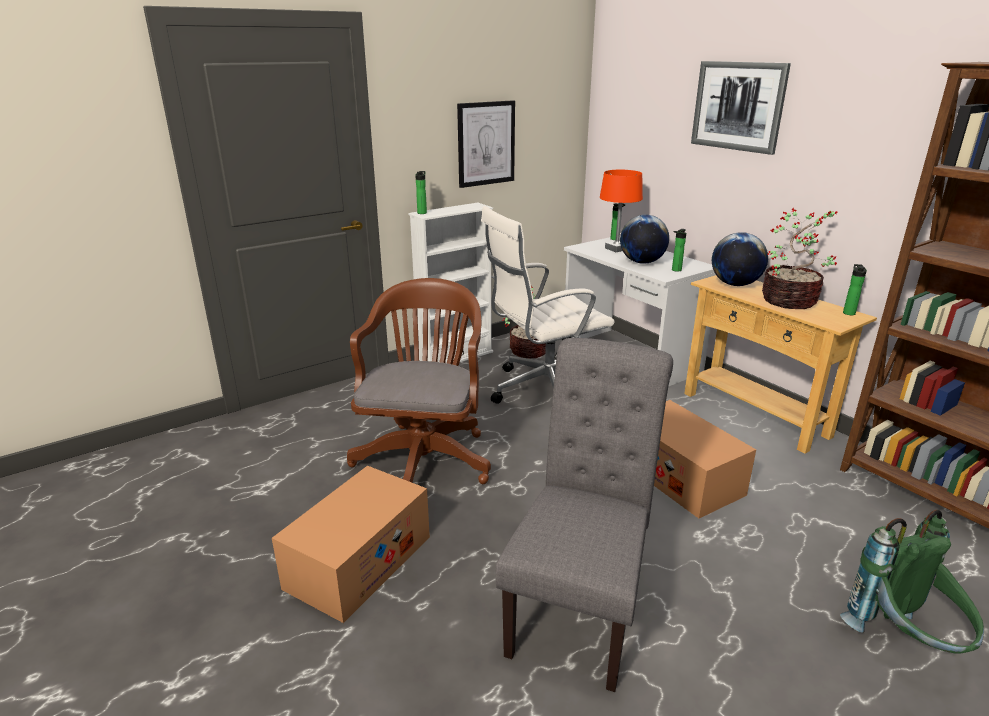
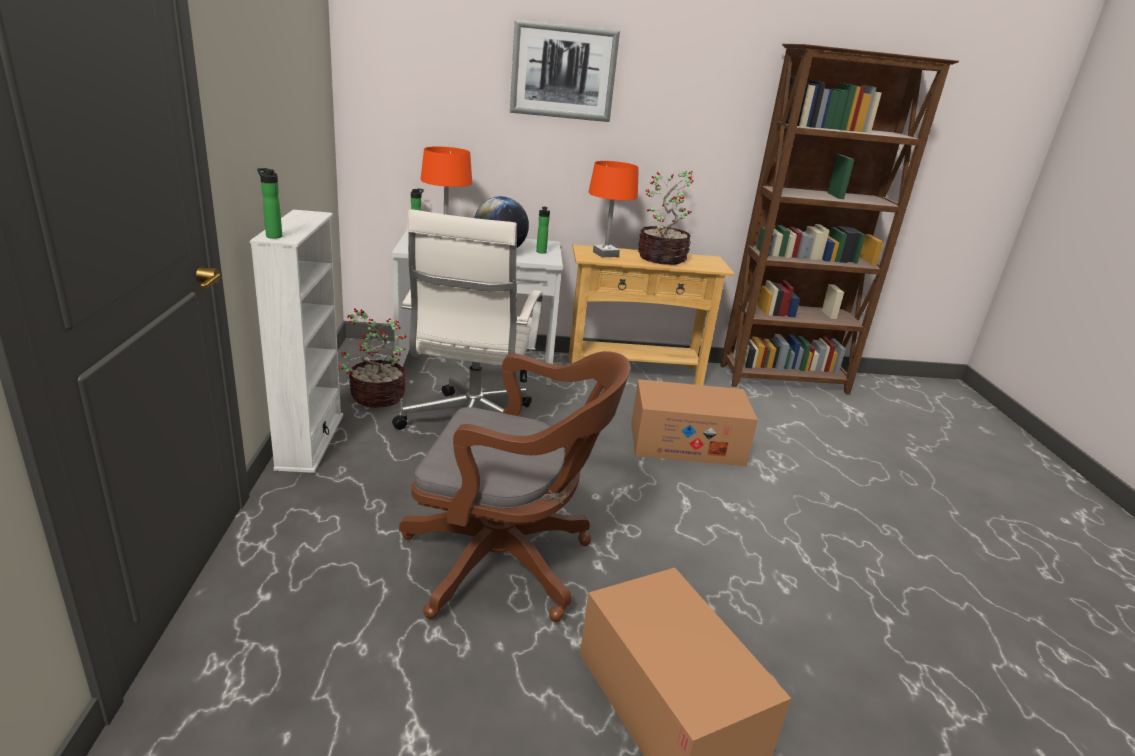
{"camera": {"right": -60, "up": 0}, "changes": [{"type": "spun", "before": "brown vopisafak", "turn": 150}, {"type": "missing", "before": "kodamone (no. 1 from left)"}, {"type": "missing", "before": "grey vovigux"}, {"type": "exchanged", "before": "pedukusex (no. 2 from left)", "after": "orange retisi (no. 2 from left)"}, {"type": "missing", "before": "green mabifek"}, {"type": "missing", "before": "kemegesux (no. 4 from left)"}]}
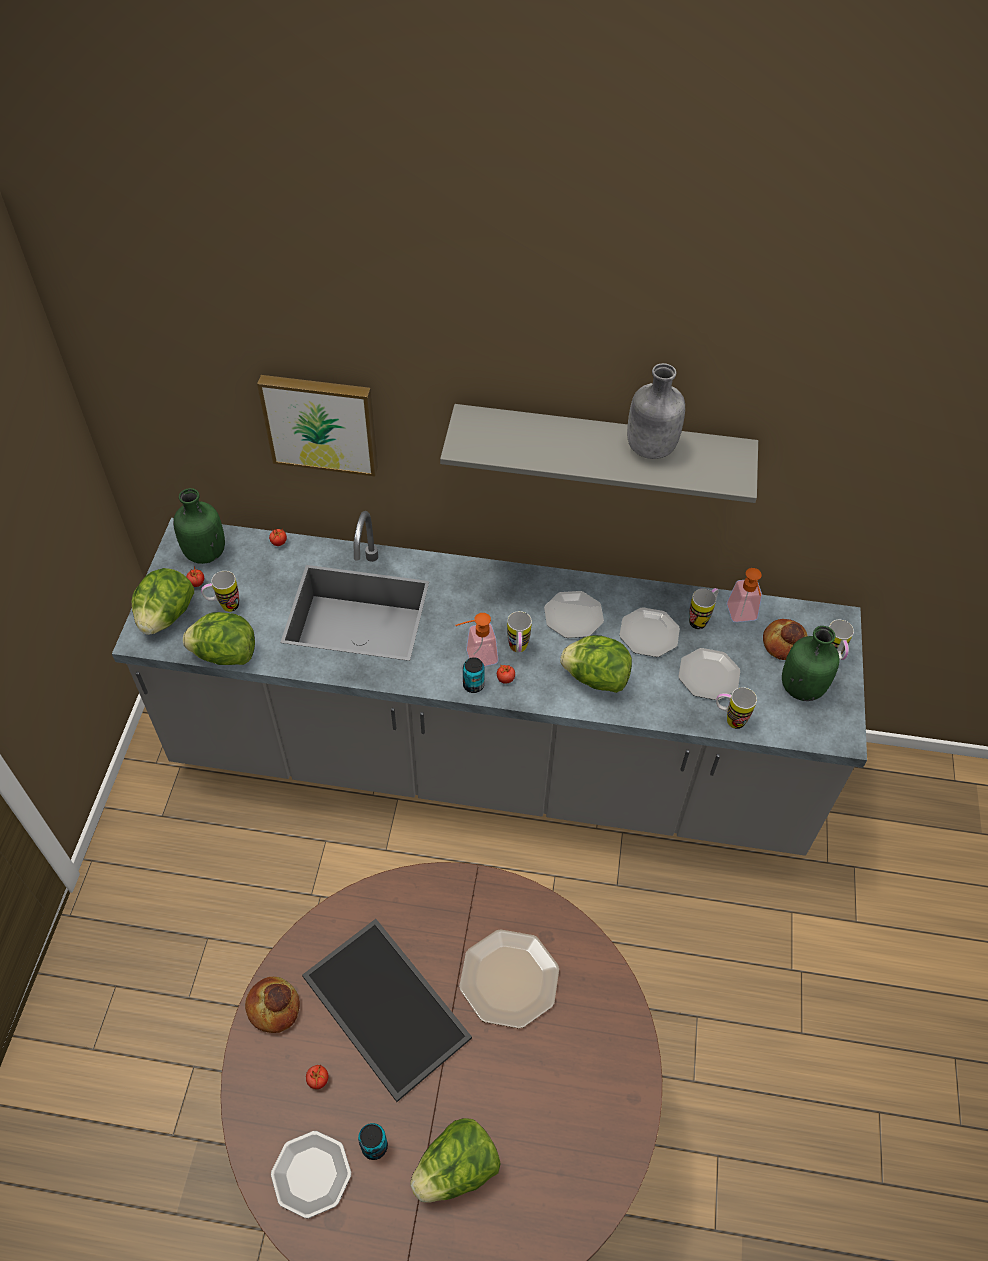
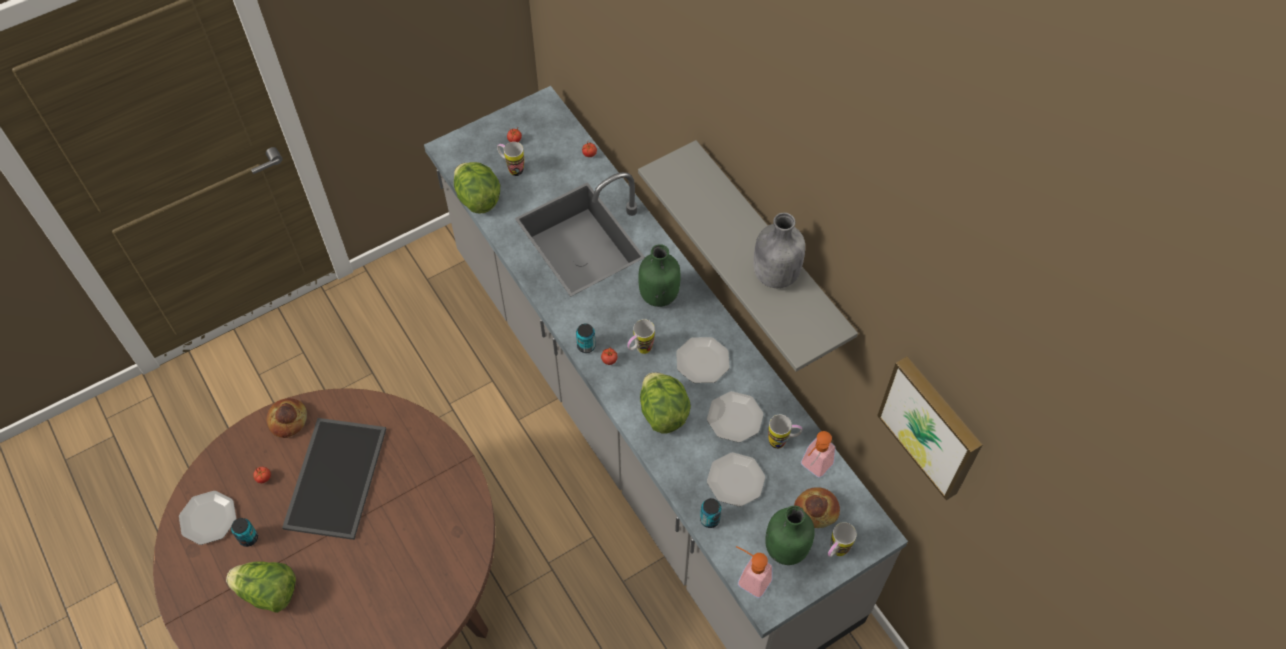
{"camera": {"right": 50, "up": 5}, "changes": [{"type": "missing", "before": "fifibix (no. 1 from left)"}, {"type": "relocated", "before": "green kemegesux (no. 1 from left)"}, {"type": "relocated", "before": "kodamone"}, {"type": "relocated", "before": "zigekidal (no. 1 from left)"}, {"type": "missing", "before": "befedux (no. 2 from left)"}, {"type": "exchanged", "before": "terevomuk (no. 4 from left)", "after": "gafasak (no. 3 from left)"}]}
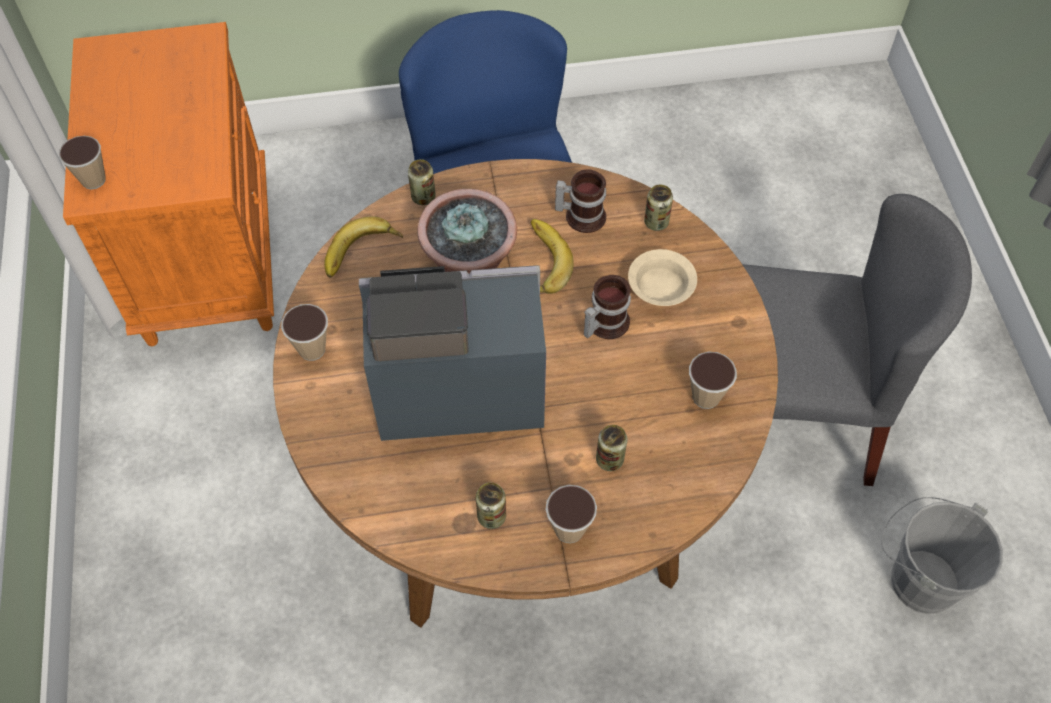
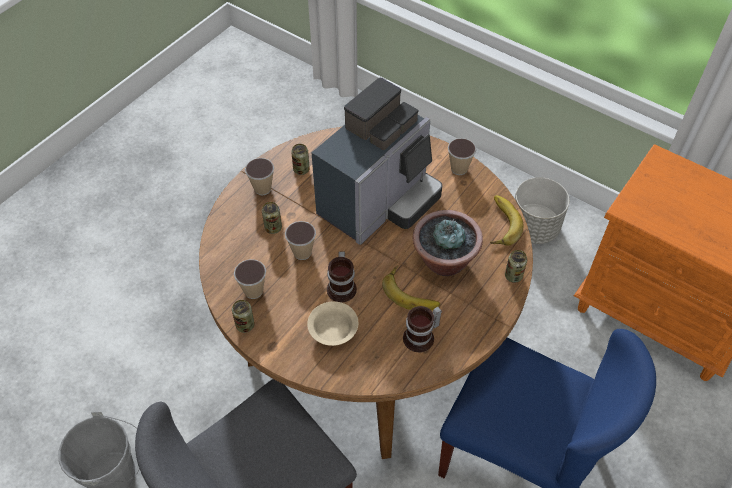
{"camera": {"right": 135, "up": -5}, "changes": [{"type": "relocated", "before": "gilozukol (no. 1 from left in the first image)", "after": "gilozukol (no. 3 from left)"}, {"type": "relocated", "before": "gafasak (no. 4 from left in the first image)", "after": "gafasak (no. 1 from left)"}, {"type": "appeared", "after": "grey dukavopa"}]}
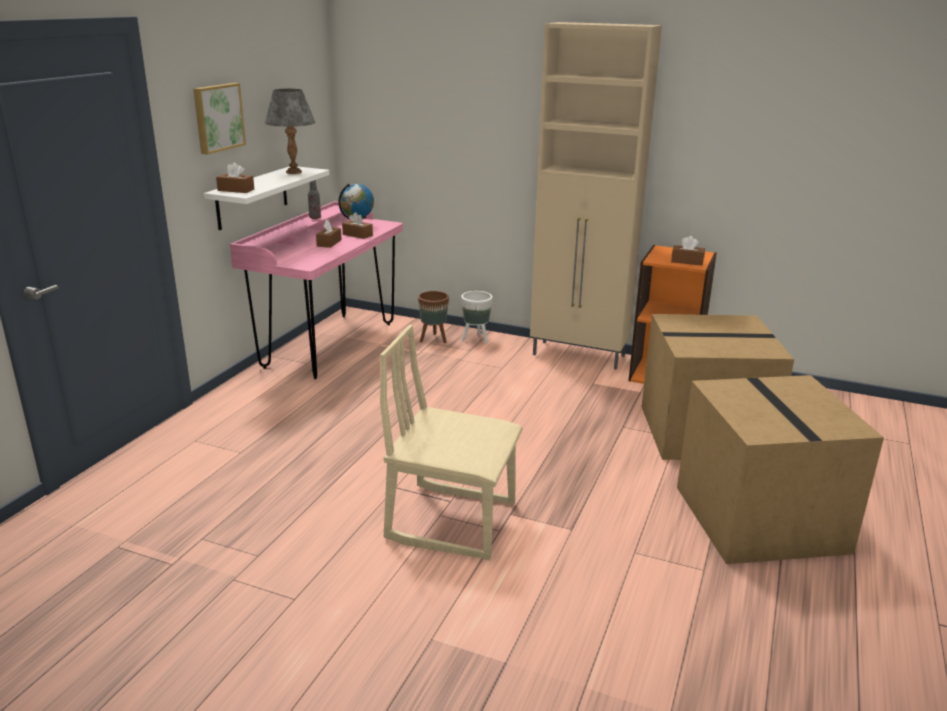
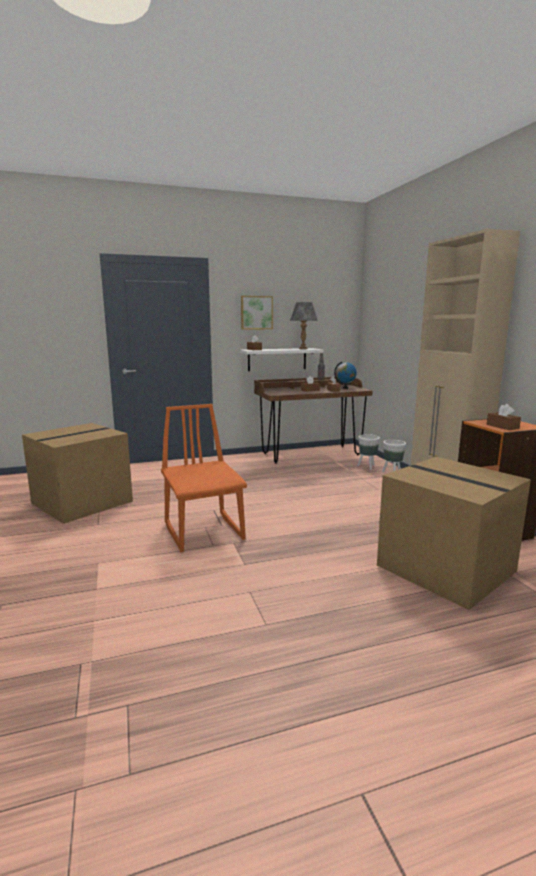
{"camera": {"right": 50, "up": -10}, "changes": [{"type": "colour", "before": "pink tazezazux", "after": "brown tazezazux"}, {"type": "colour", "before": "beige vovigux", "after": "orange vovigux"}, {"type": "colour", "before": "brown dukavopa", "after": "white dukavopa (no. 1 from left)"}, {"type": "relocated", "before": "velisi (no. 2 from left in the first image)", "after": "velisi (no. 1 from left)"}]}
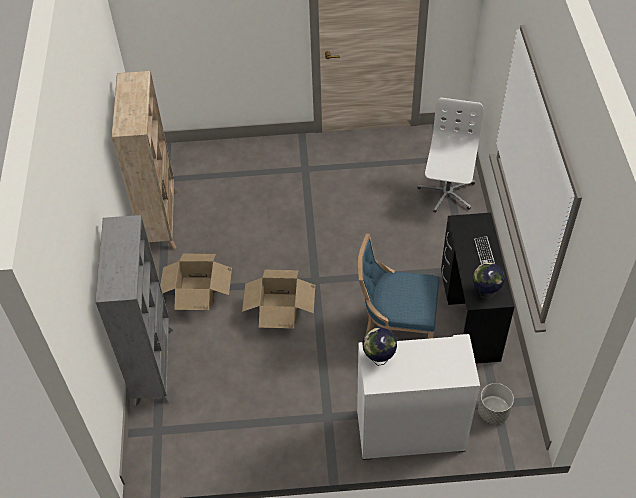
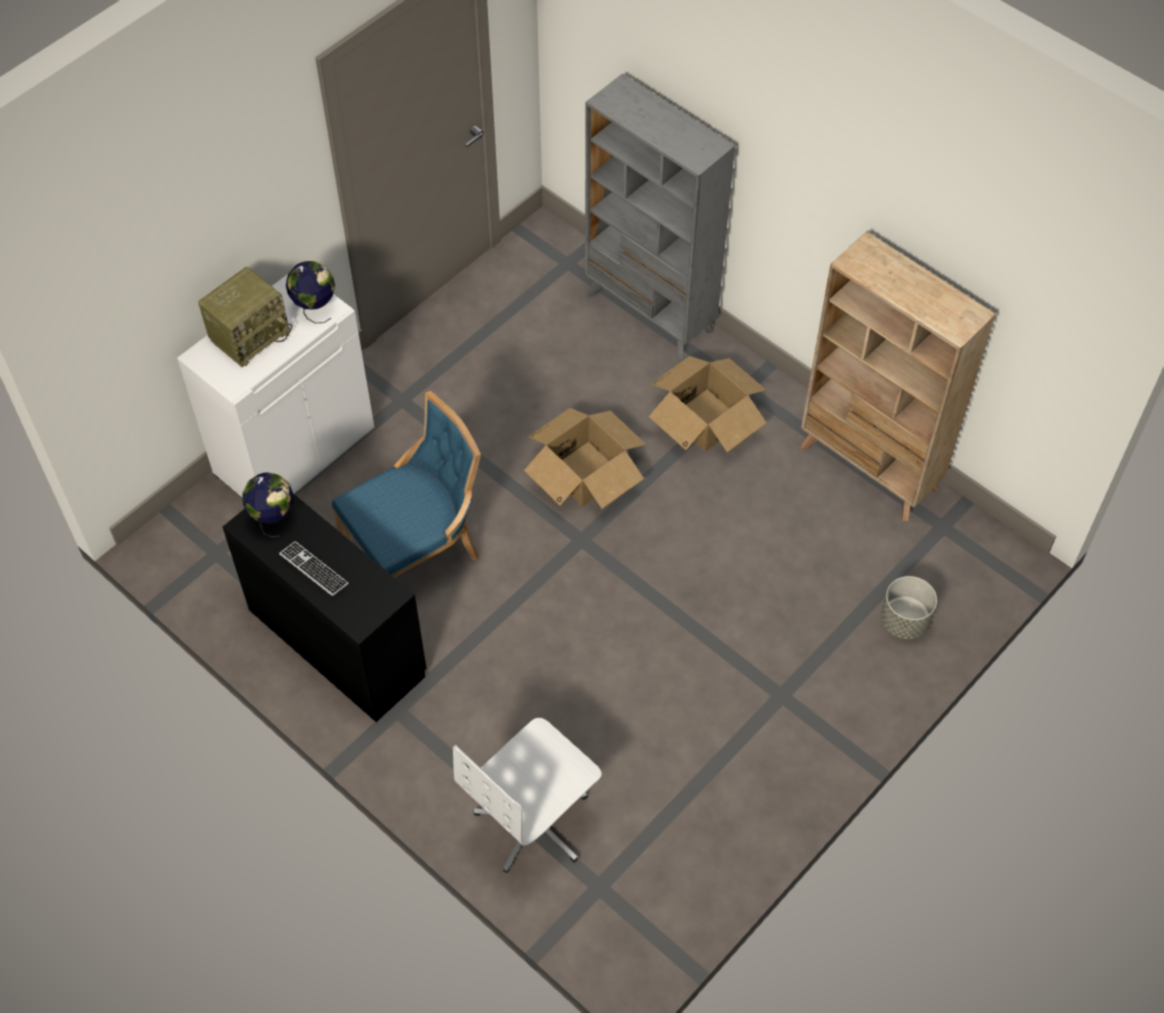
{"camera": {"right": 135, "up": 5}, "changes": [{"type": "spun", "before": "white vopisafak", "turn": 75}, {"type": "relocated", "before": "grey dukavopa"}, {"type": "appeared", "after": "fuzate"}]}
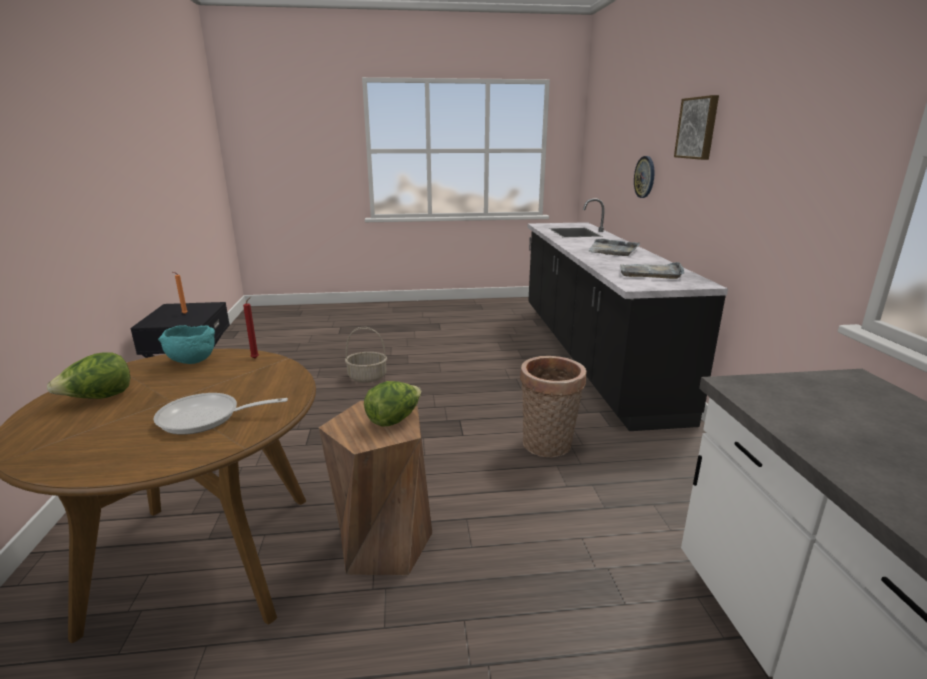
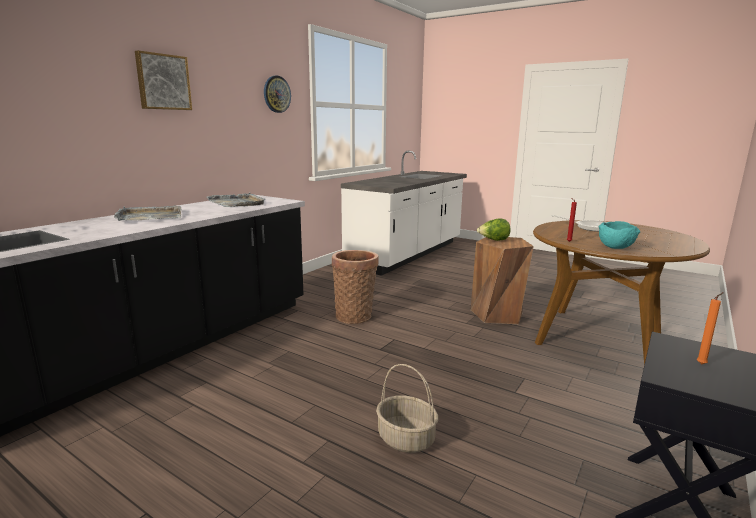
{"camera": {"right": -140, "up": -5}, "changes": [{"type": "missing", "before": "fifibix (no. 1 from left)"}, {"type": "relocated", "before": "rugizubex"}]}
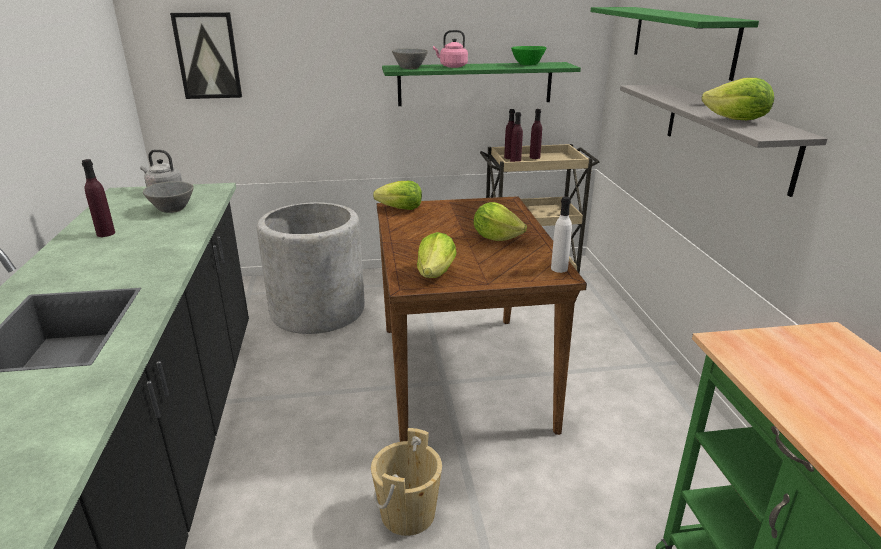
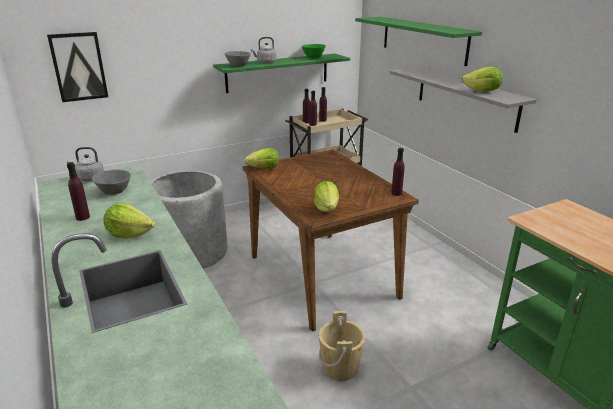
{"camera": {"right": -20, "up": 0}, "changes": [{"type": "colour", "before": "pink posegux", "after": "grey posegux (no. 2 from left)"}, {"type": "relocated", "before": "fifibix (no. 3 from left in the first image)", "after": "fifibix (no. 1 from left)"}, {"type": "colour", "before": "white kemegesux", "after": "purple kemegesux (no. 5 from left)"}]}
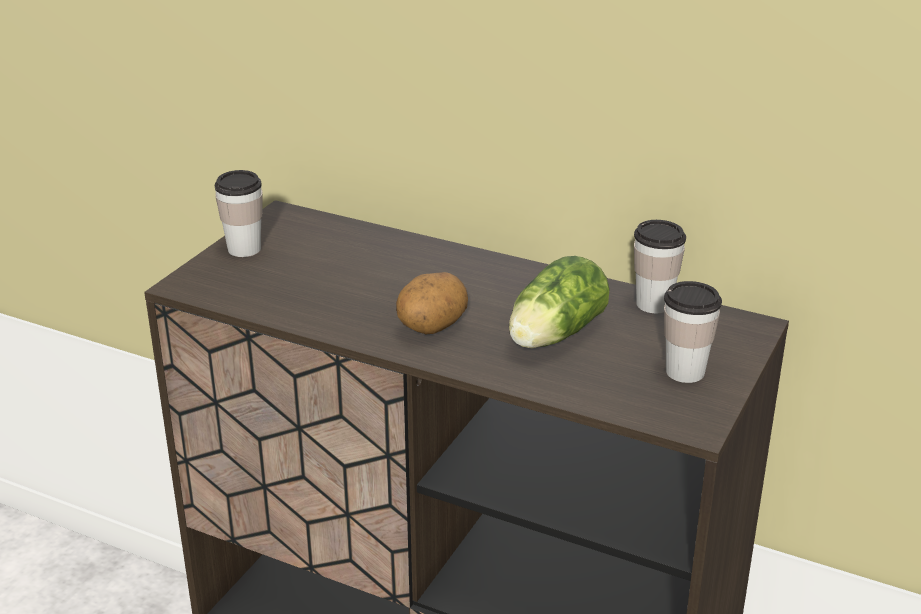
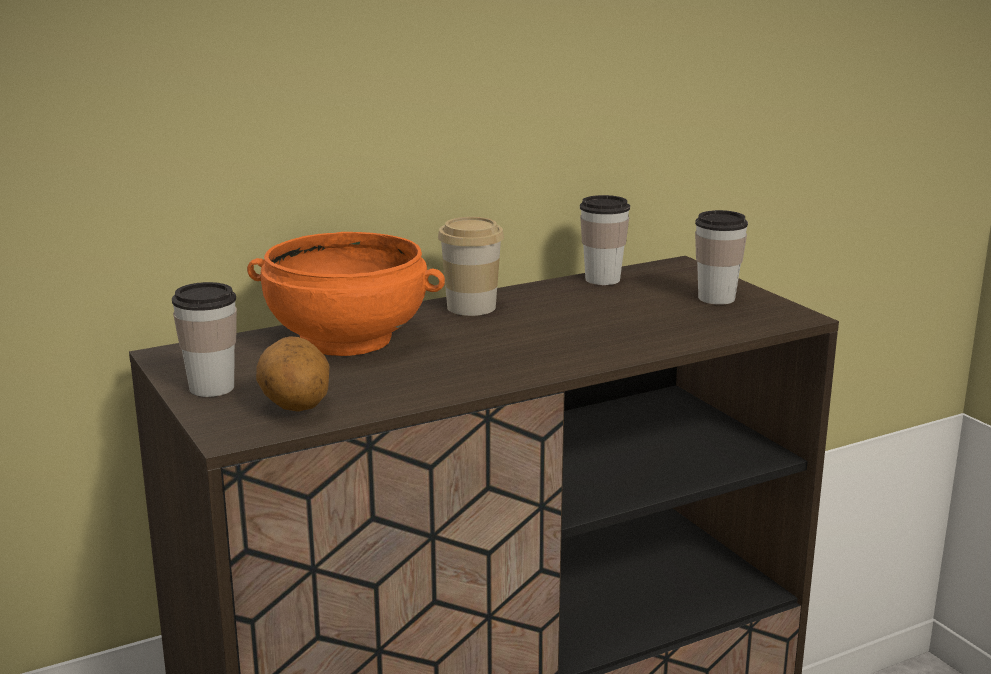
{"camera": {"right": -55, "up": -10}, "changes": [{"type": "relocated", "before": "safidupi"}, {"type": "missing", "before": "fifibix"}, {"type": "appeared", "after": "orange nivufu"}, {"type": "appeared", "after": "gilozukol (no. 2 from left)"}]}
